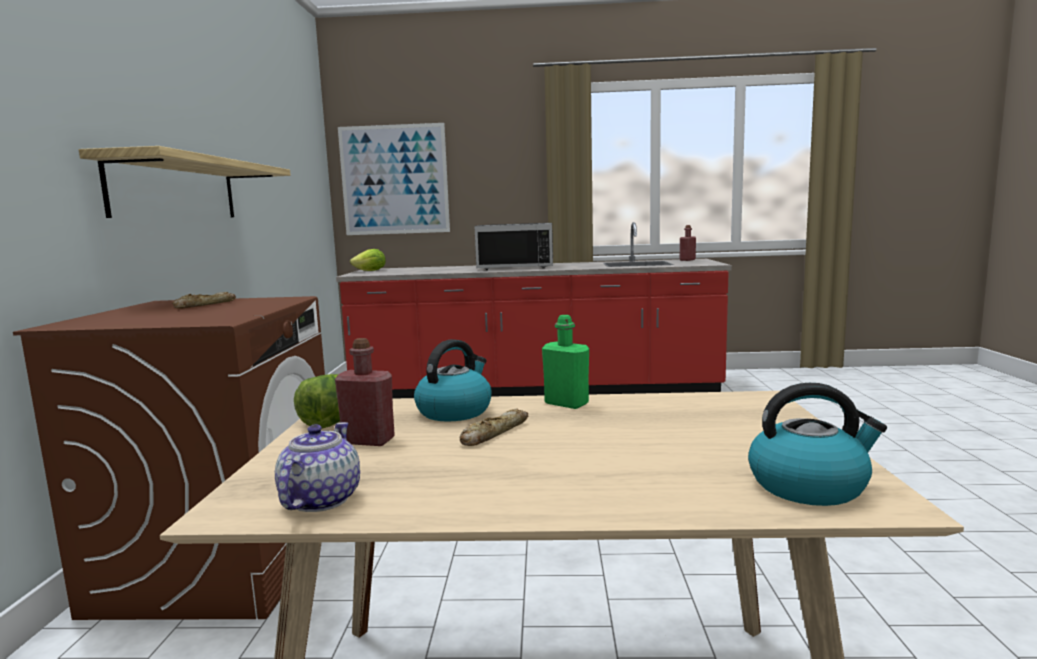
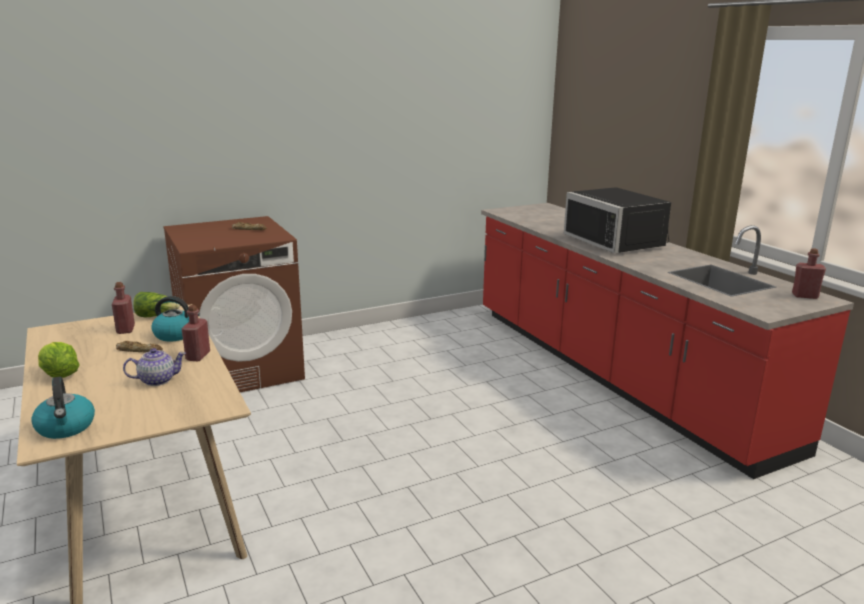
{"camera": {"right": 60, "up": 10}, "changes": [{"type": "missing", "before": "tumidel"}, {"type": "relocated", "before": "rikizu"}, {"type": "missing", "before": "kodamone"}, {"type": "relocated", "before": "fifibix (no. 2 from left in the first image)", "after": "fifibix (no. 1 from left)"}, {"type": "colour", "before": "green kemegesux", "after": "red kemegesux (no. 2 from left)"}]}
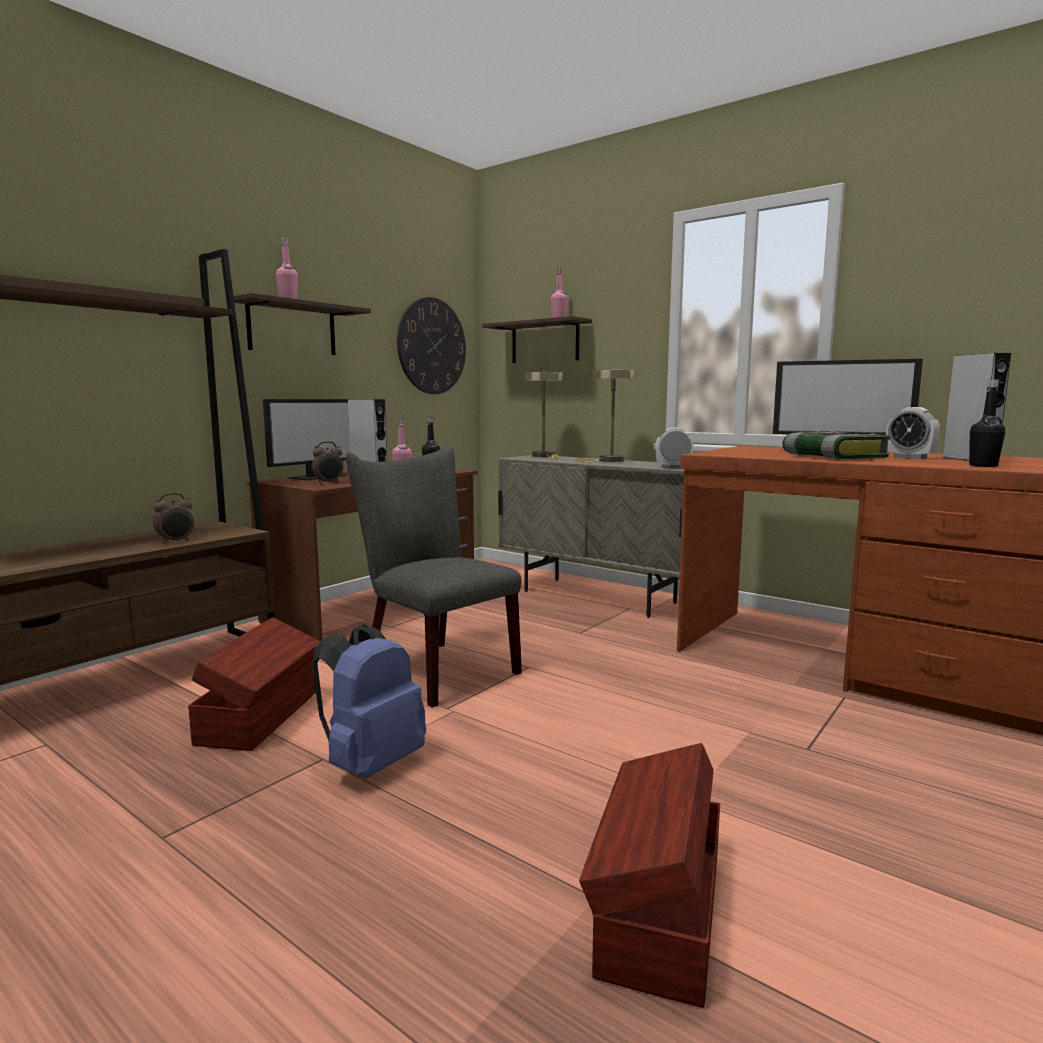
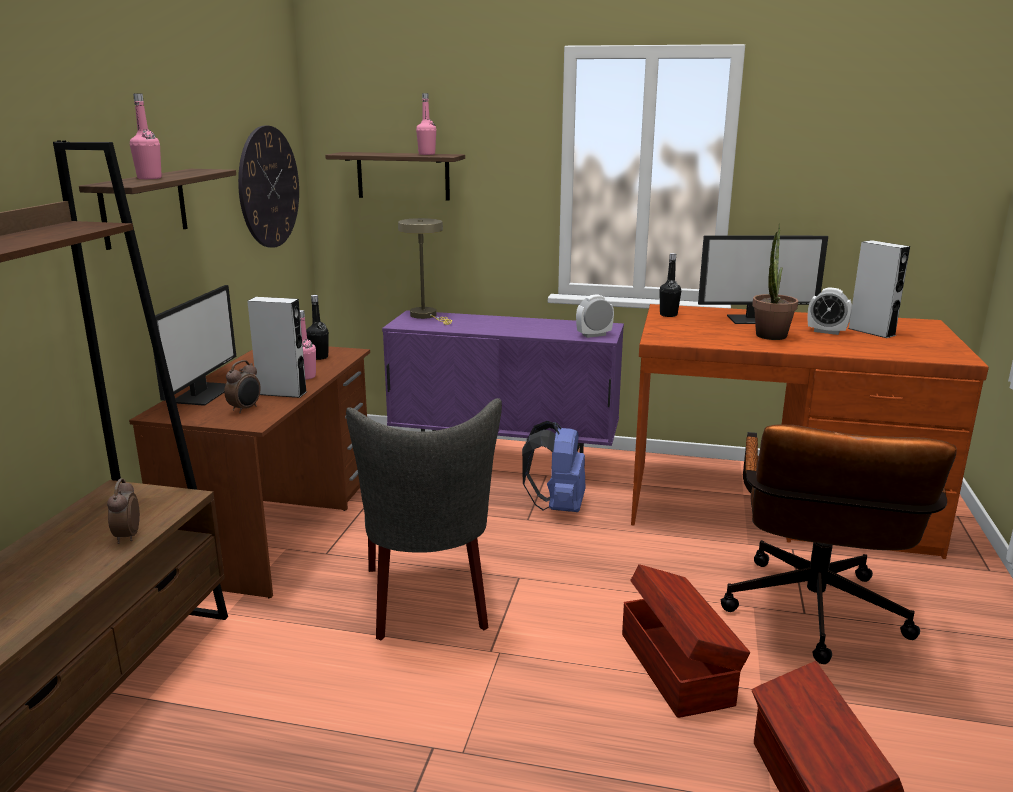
{"camera": {"right": -25, "up": 10}, "changes": [{"type": "spun", "before": "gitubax (no. 1 from left)", "turn": 150}, {"type": "relocated", "before": "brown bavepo (no. 1 from left)"}, {"type": "relocated", "before": "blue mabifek"}, {"type": "spun", "before": "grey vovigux", "turn": -120}, {"type": "colour", "before": "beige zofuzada", "after": "purple zofuzada"}, {"type": "missing", "before": "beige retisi (no. 2 from left)"}, {"type": "exchanged", "before": "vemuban", "after": "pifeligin"}, {"type": "relocated", "before": "black kemegesux (no. 2 from left)"}, {"type": "appeared", "after": "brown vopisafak"}]}
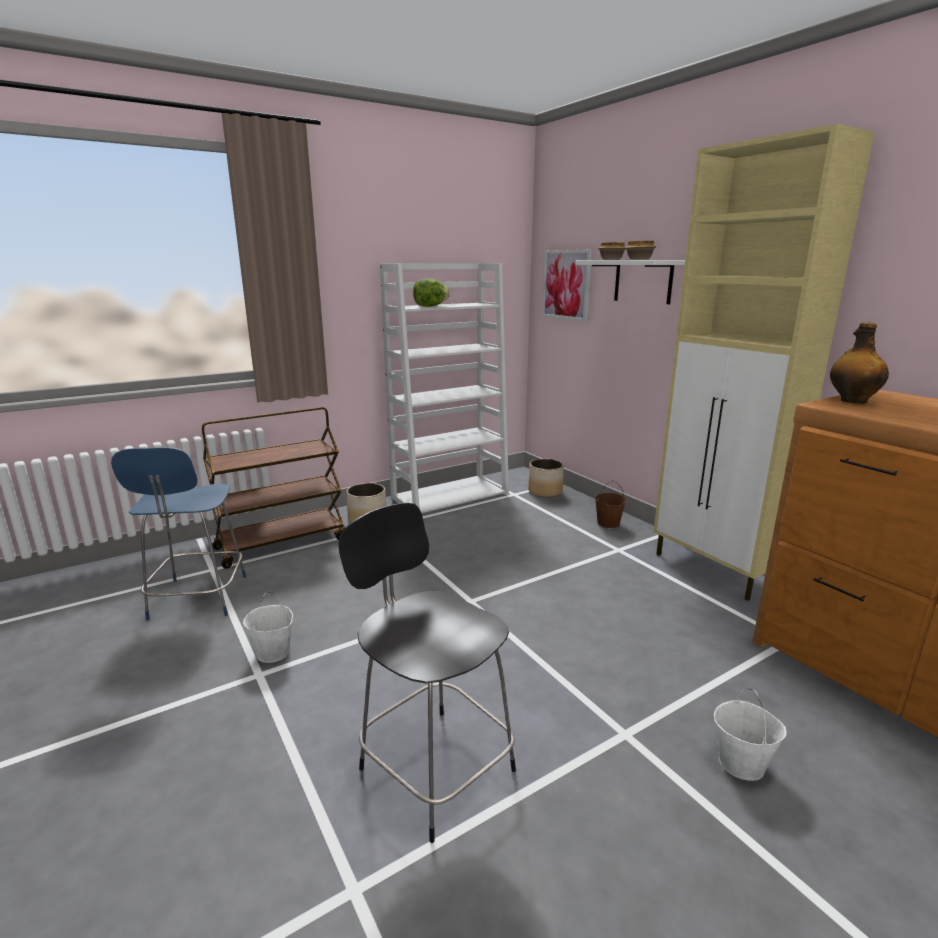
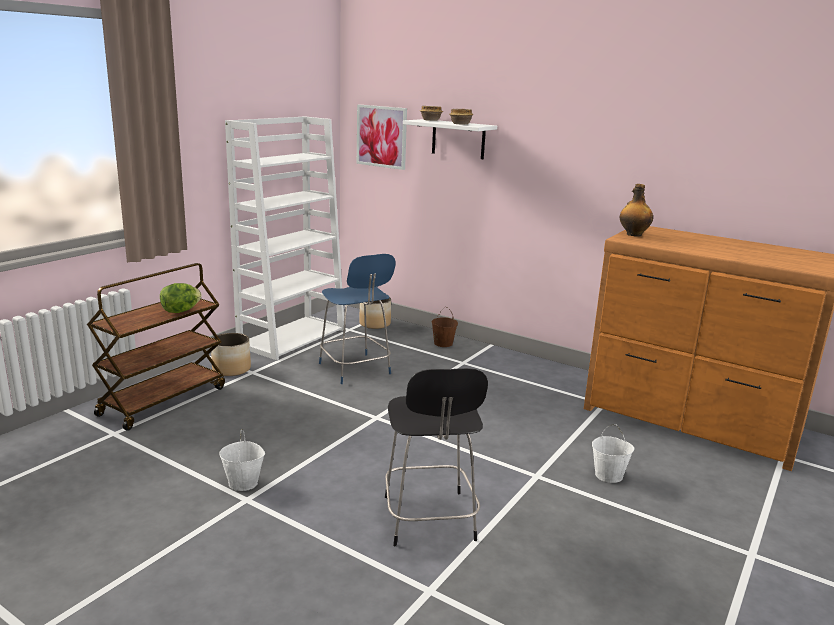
{"camera": {"right": -25, "up": 0}, "changes": [{"type": "relocated", "before": "blue vovigux"}, {"type": "spun", "before": "black vovigux", "turn": -120}, {"type": "relocated", "before": "fifibix"}, {"type": "missing", "before": "beige zofuzada"}]}
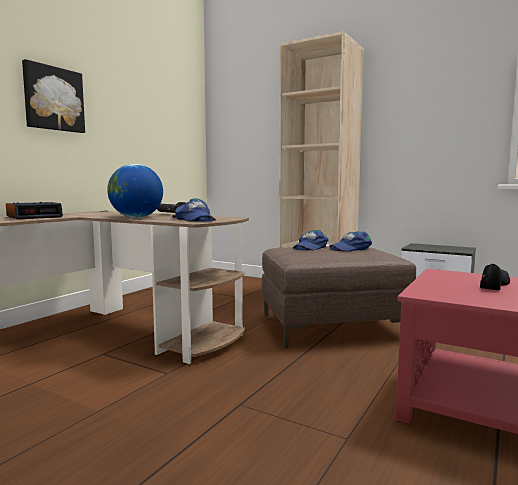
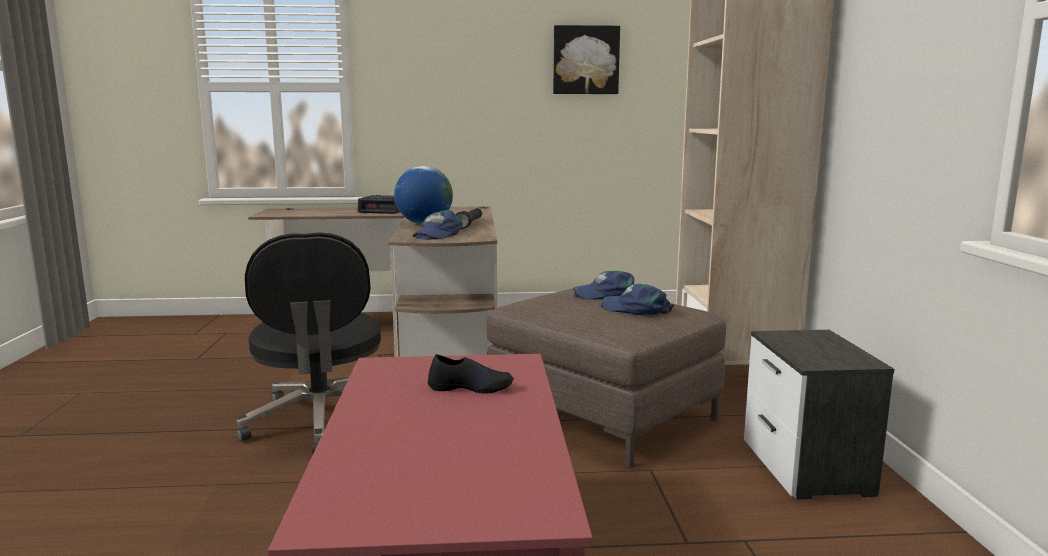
{"camera": {"right": 55, "up": 5}, "changes": [{"type": "relocated", "before": "kodamone"}, {"type": "appeared", "after": "black vopisafak"}]}
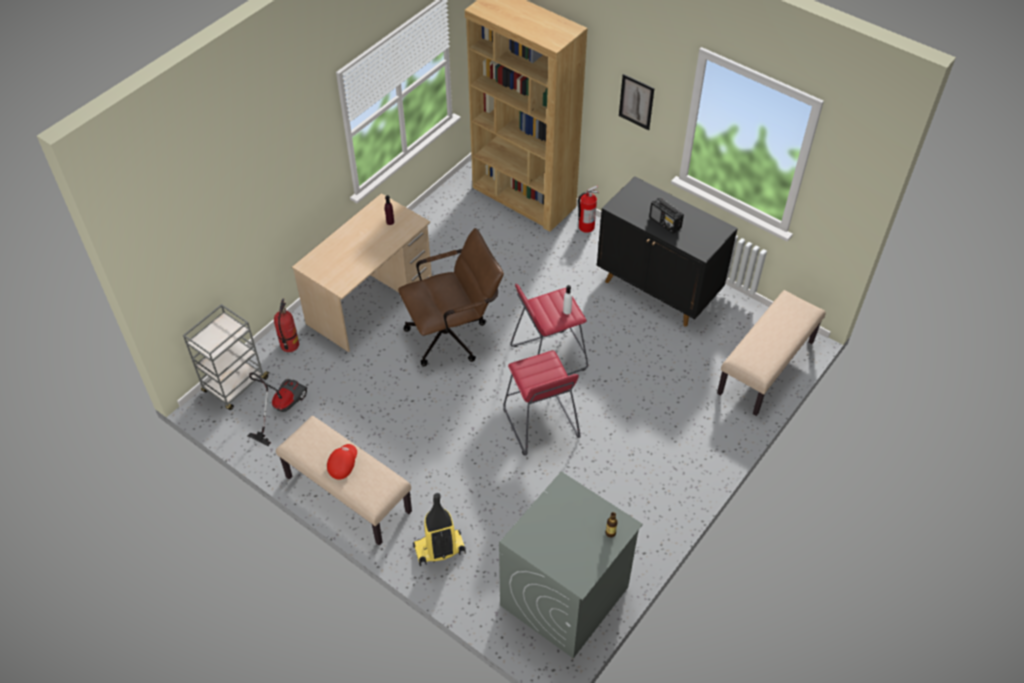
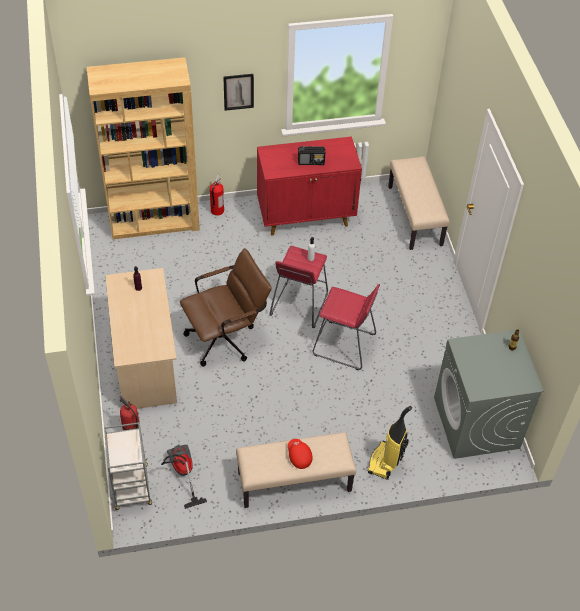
{"camera": {"right": -50, "up": 0}, "changes": [{"type": "spun", "before": "brown vopisafak", "turn": 45}, {"type": "colour", "before": "black zofuzada", "after": "red zofuzada"}]}
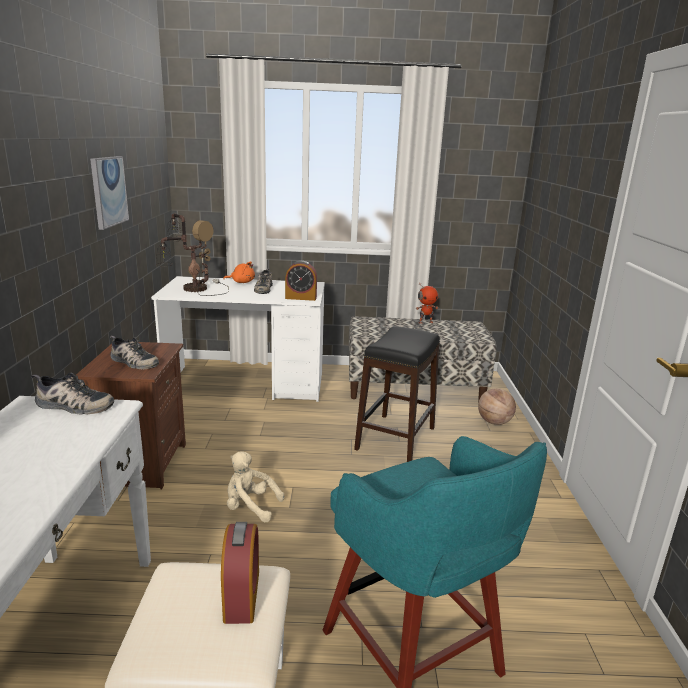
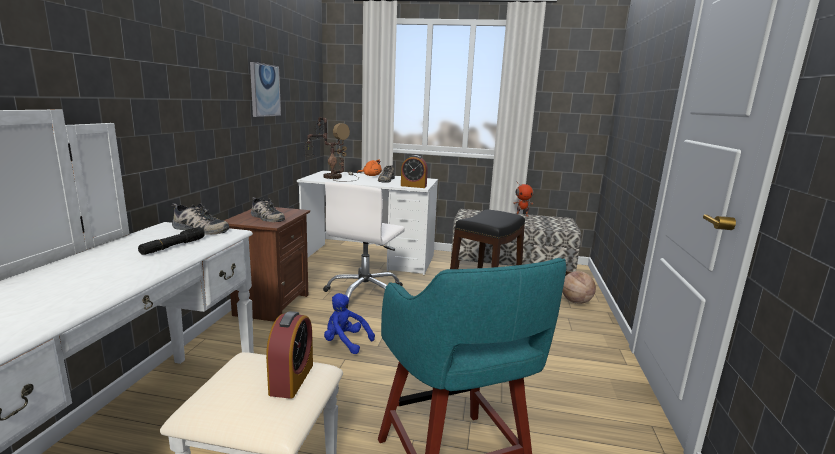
{"camera": {"right": 10, "up": -5}, "changes": [{"type": "colour", "before": "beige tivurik", "after": "blue tivurik"}, {"type": "appeared", "after": "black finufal"}, {"type": "appeared", "after": "white vopisafak"}]}
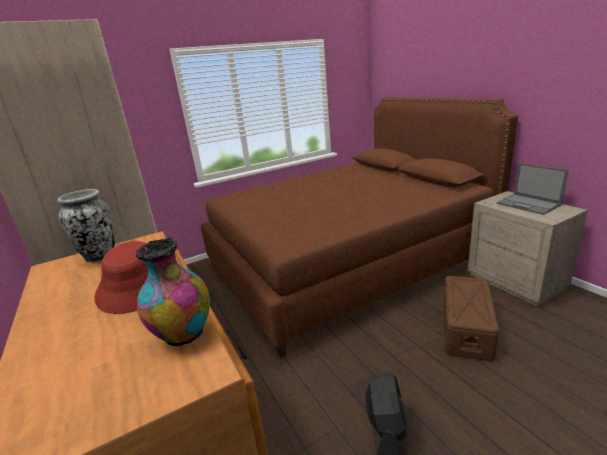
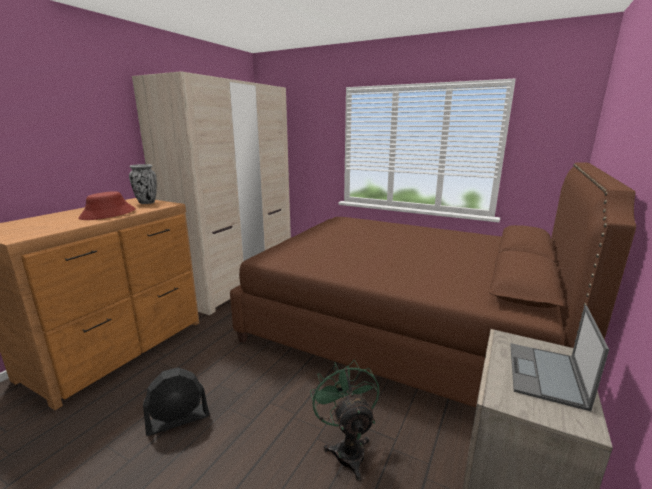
{"camera": {"right": 55, "up": -5}, "changes": [{"type": "missing", "before": "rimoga (no. 2 from left)"}, {"type": "exchanged", "before": "brown bavepo", "after": "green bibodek"}]}
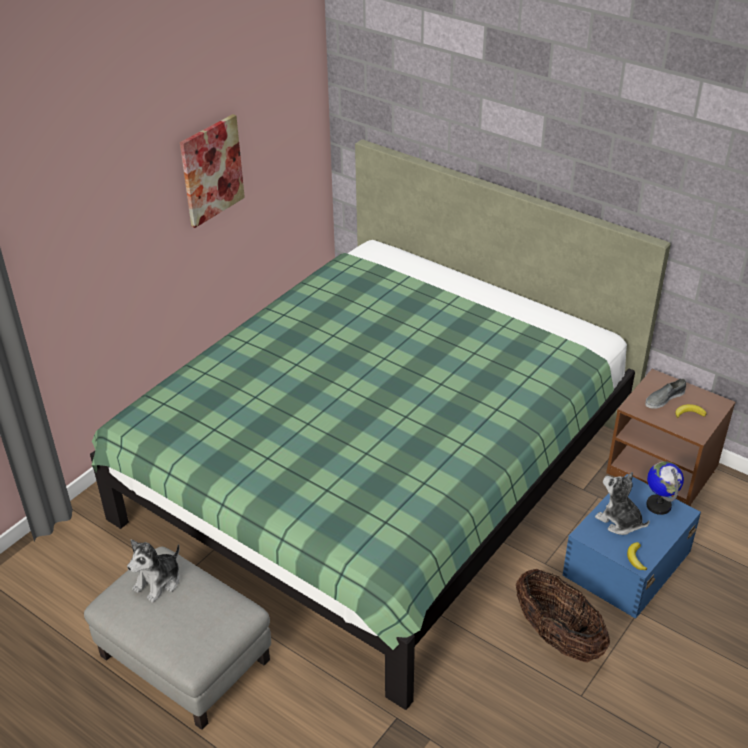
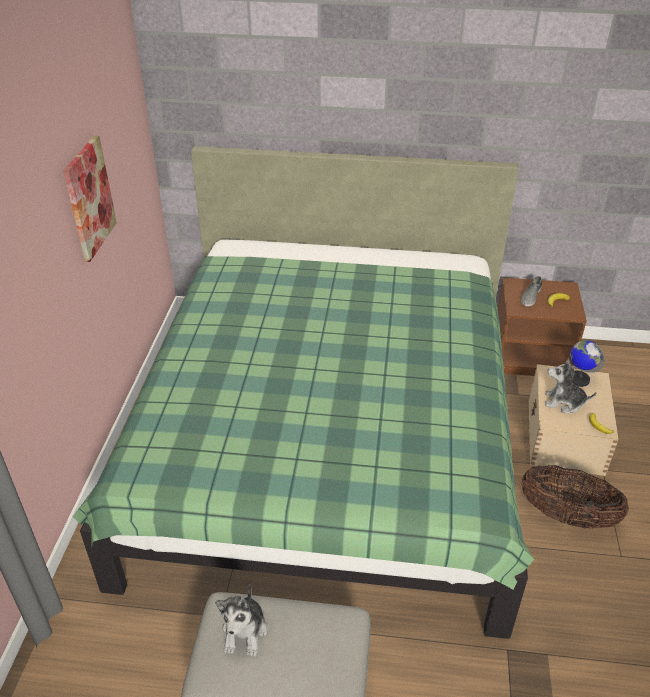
{"camera": {"right": -30, "up": 0}, "changes": [{"type": "colour", "before": "blue bavepo", "after": "beige bavepo"}]}
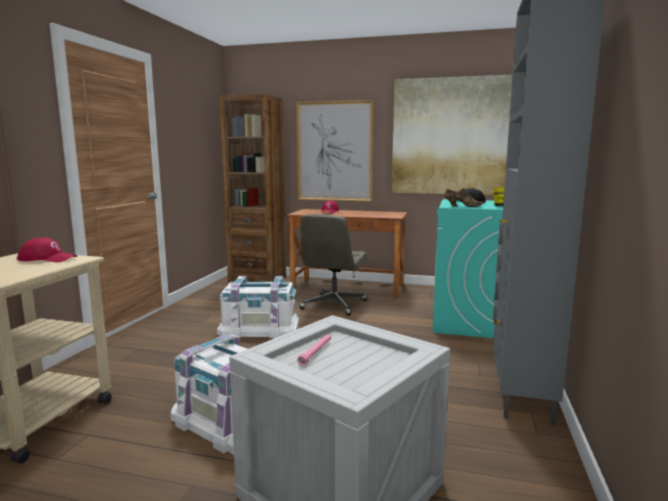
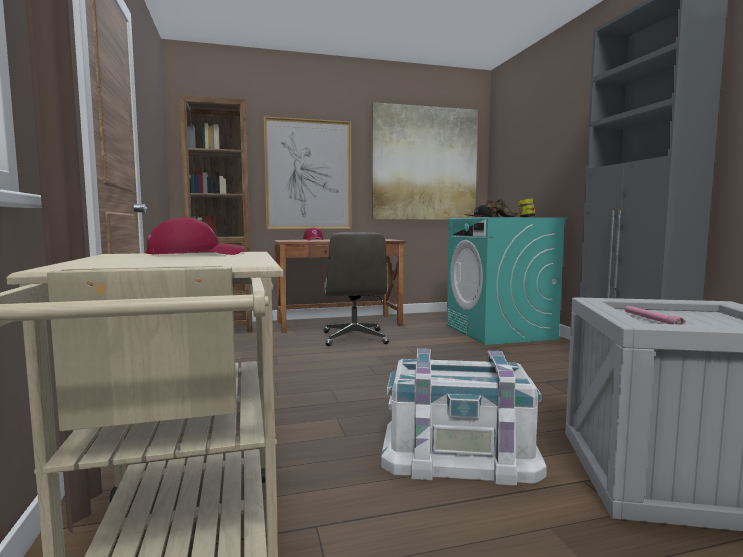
{"camera": {"right": -30, "up": -5}, "changes": [{"type": "missing", "before": "white bavepo (no. 2 from left)"}]}
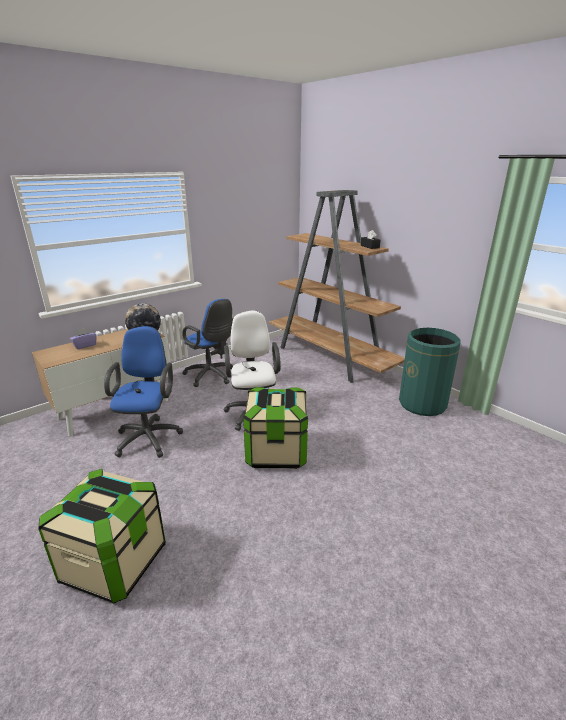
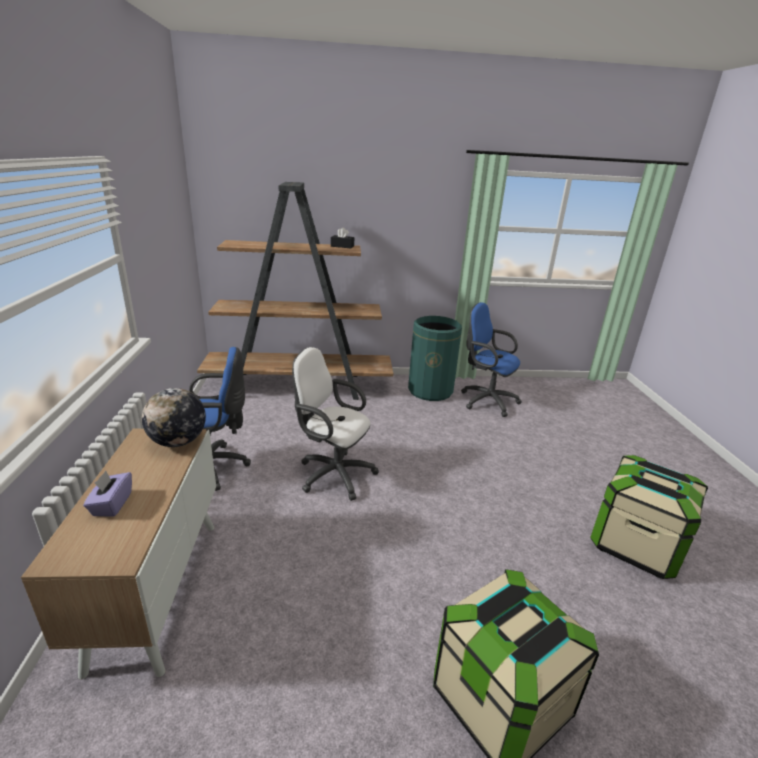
{"camera": {"right": -55, "up": 0}, "changes": [{"type": "relocated", "before": "blue vopisafak (no. 1 from left in the first image)", "after": "blue vopisafak (no. 2 from left)"}, {"type": "relocated", "before": "bavepo (no. 2 from left)"}]}
